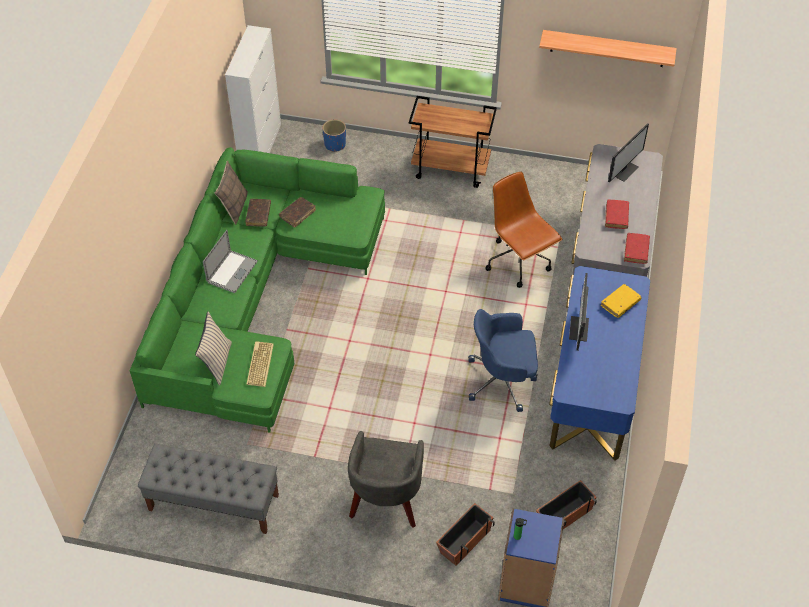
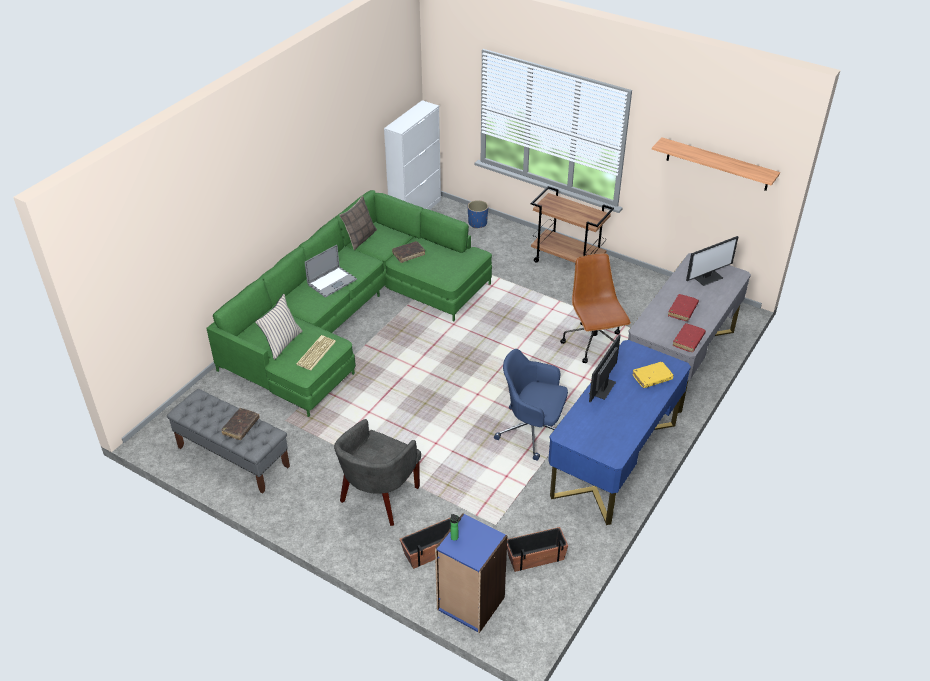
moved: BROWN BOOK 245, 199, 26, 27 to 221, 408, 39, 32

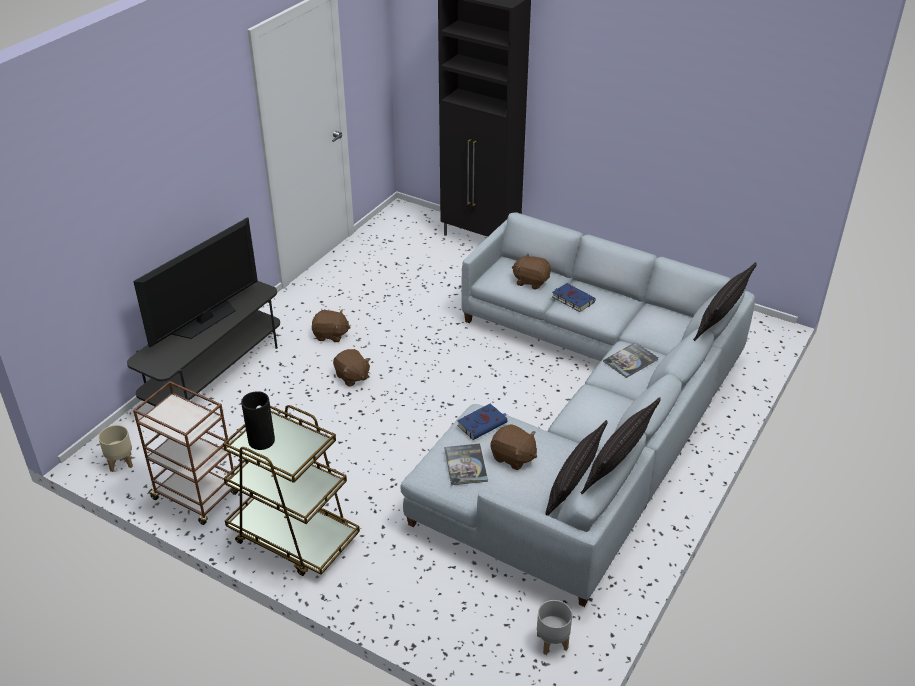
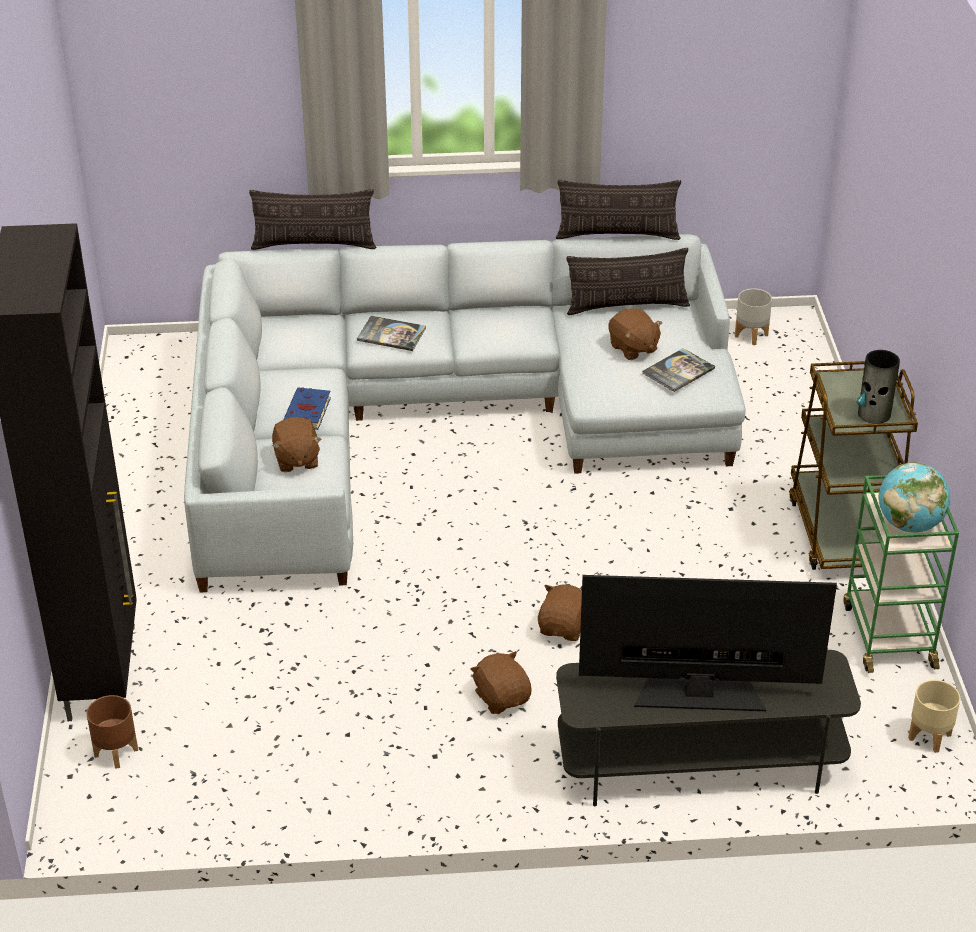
removed: BLUE BOOK 457, 404, 51, 36
added: BROWN PLANTER 87, 695, 51, 74; GLOBE 879, 462, 71, 71
recoloured: BROWN CART 133, 381, 105, 144 to GREEN CART 843, 475, 116, 198
turned: BROWN PLUSH TOY 491, 424, 46, 46 = 608, 308, 55, 52 150 degrees clockwise

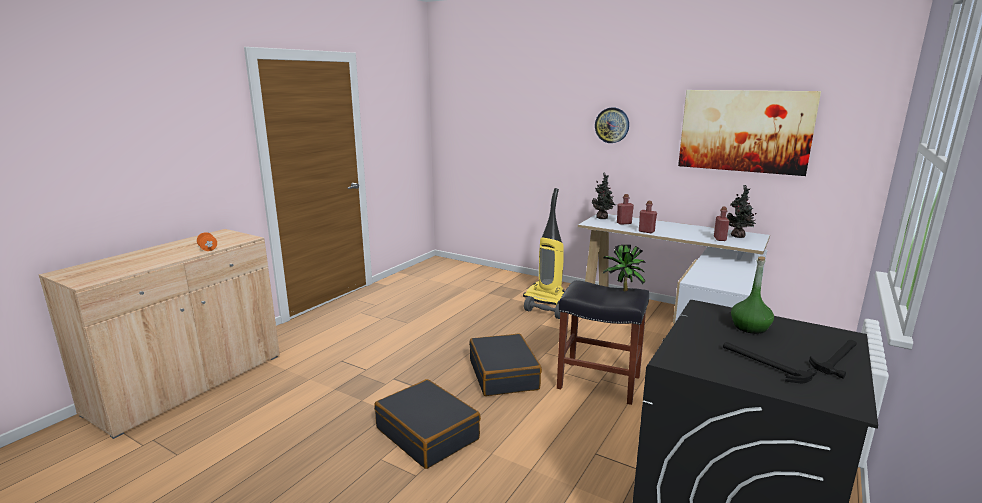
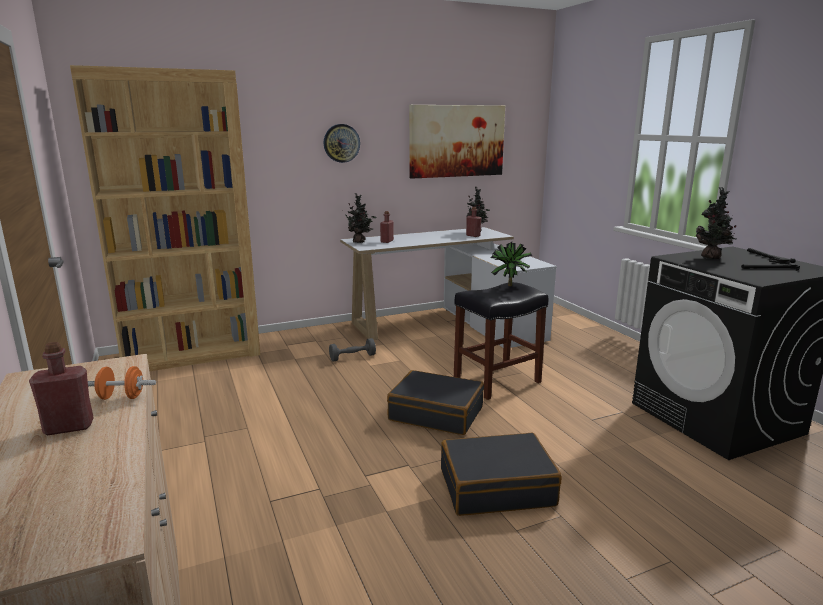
removed: VACUUM CLEANER 523, 188, 42, 117
added: BROWN BOOKCASE 70, 65, 190, 306
moved: RED BOTTLE 639, 201, 18, 32 to 29, 342, 65, 93
replaced: GREEN BOTTLE 731, 256, 43, 78 to POTTED PLANT 696, 187, 40, 72

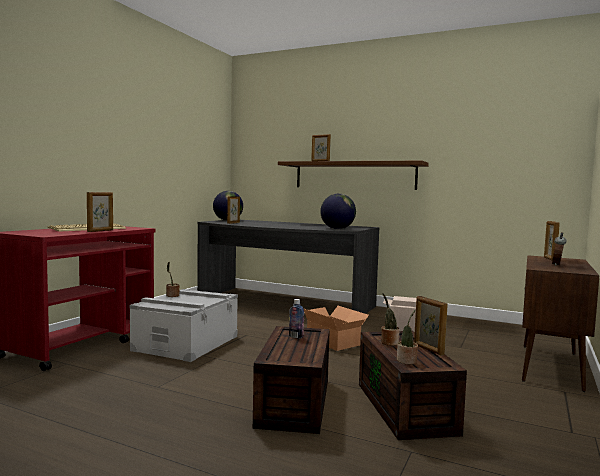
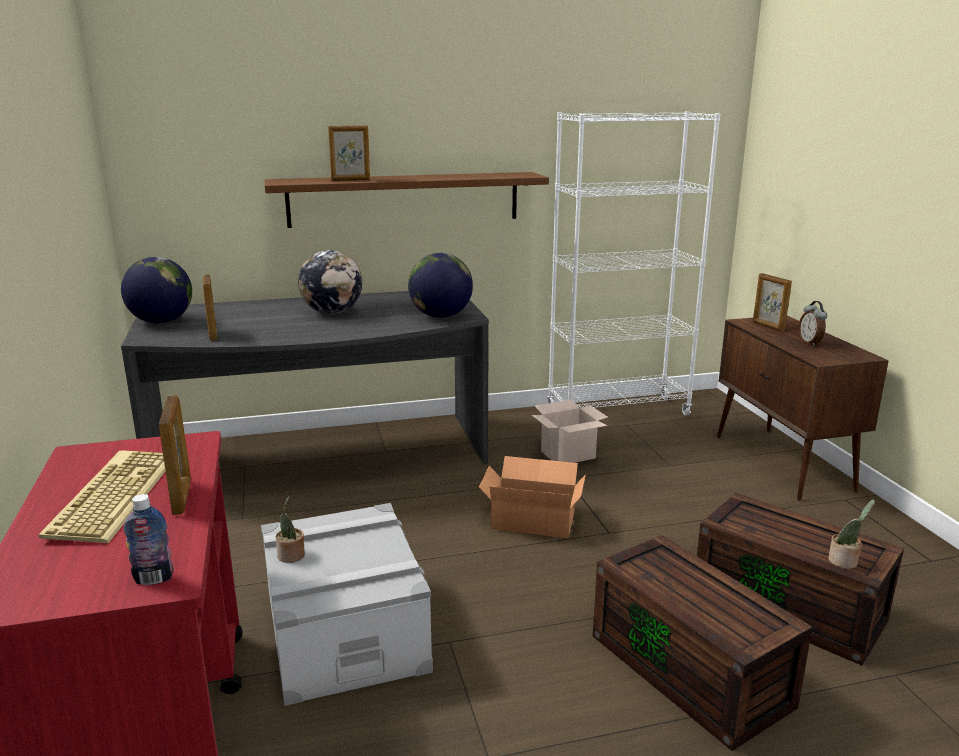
removed: POTTED PLANT 381, 293, 19, 53; PICTURE FRAME 414, 296, 34, 59
added: GLOBE 298, 250, 64, 64; WHITE BOOKCASE 547, 111, 173, 305
moved: BOTTLE 289, 299, 15, 39 to 124, 494, 50, 91

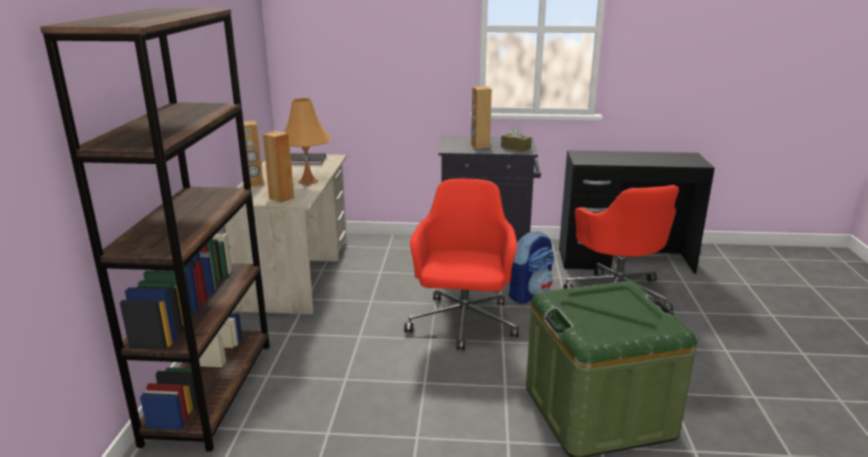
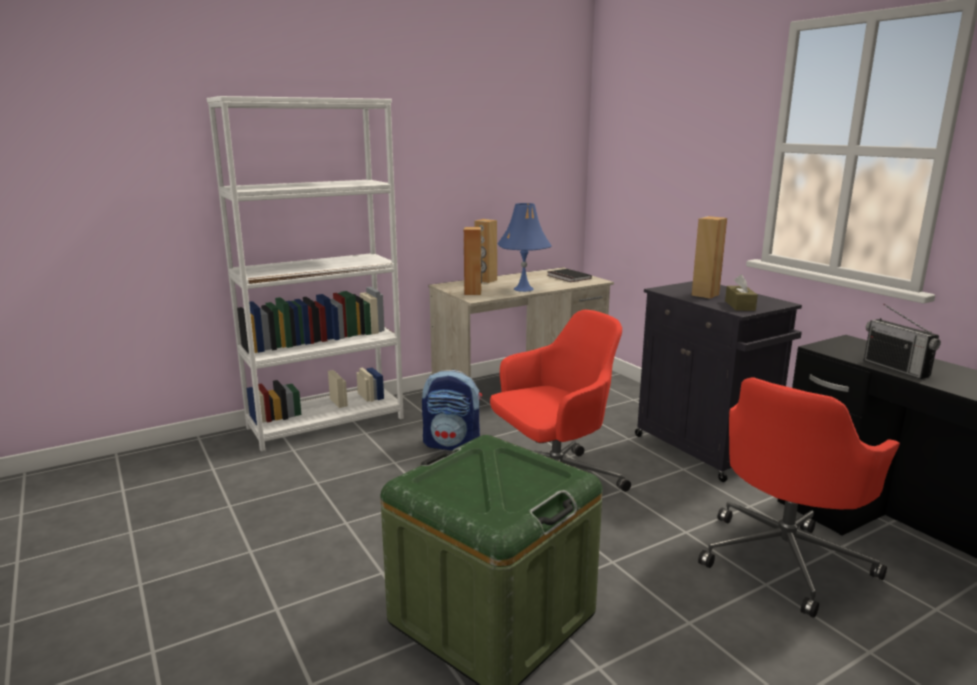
added: RADIO 864, 304, 77, 75
moved: BACKPACK 509, 231, 46, 73 to 422, 370, 60, 80
recoloured: BROWN BOOKCASE 40, 8, 230, 444 to WHITE BOOKCASE 207, 96, 197, 355; ORANGE TABLE LAMP 284, 98, 46, 87 to BLUE TABLE LAMP 497, 203, 55, 89

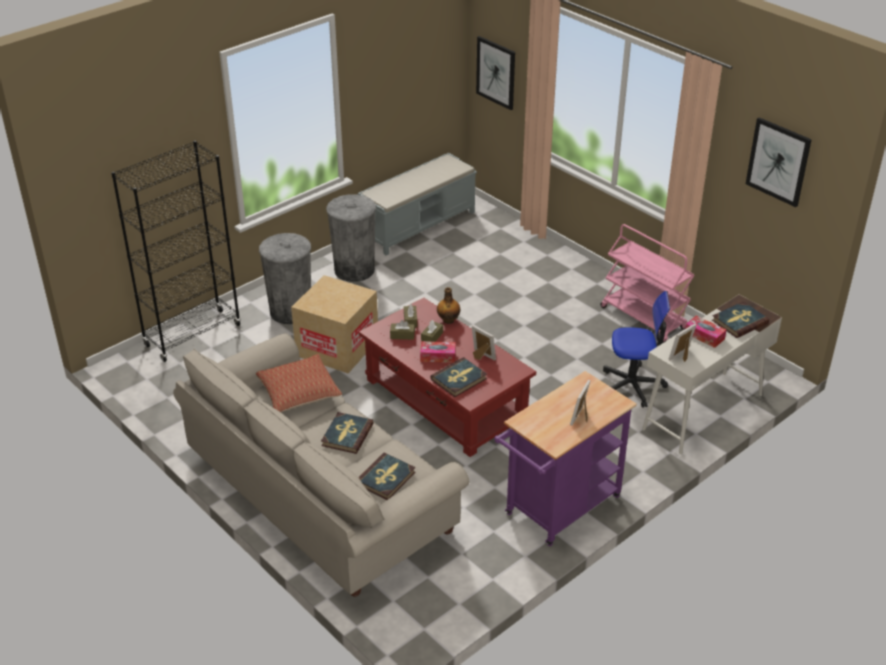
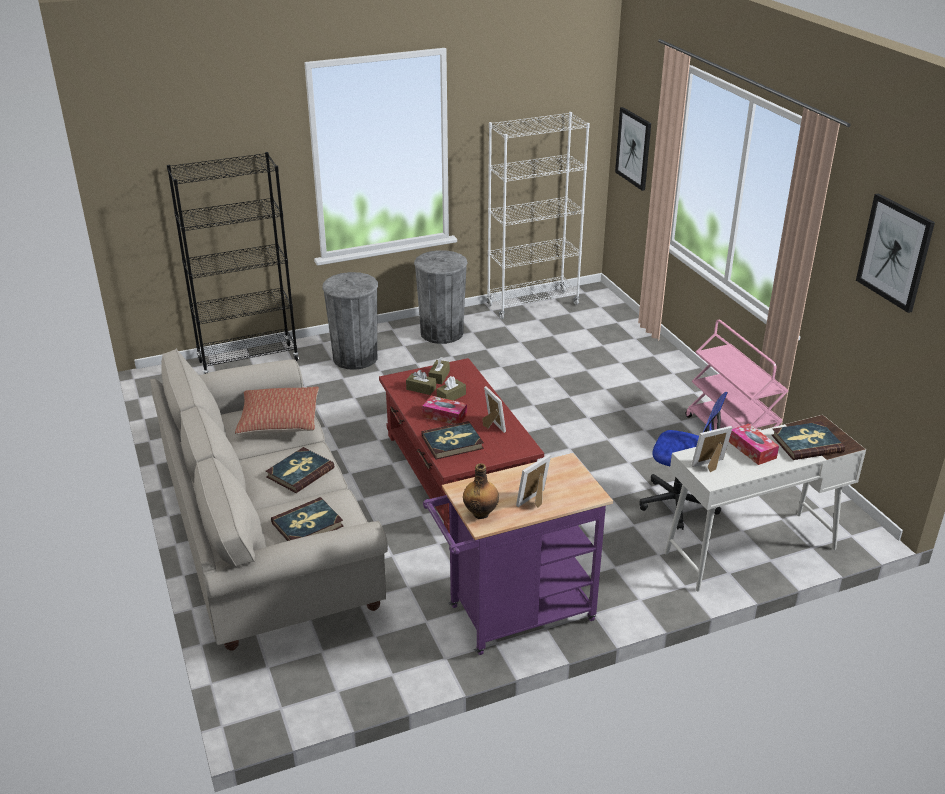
removed: CARDBOARD BOX 291, 275, 87, 98
moved: BOTTLE 437, 287, 23, 37 to 463, 463, 36, 56
replaced: GREY BENCH 358, 153, 119, 103 to WHITE BOOKCASE 487, 112, 103, 207

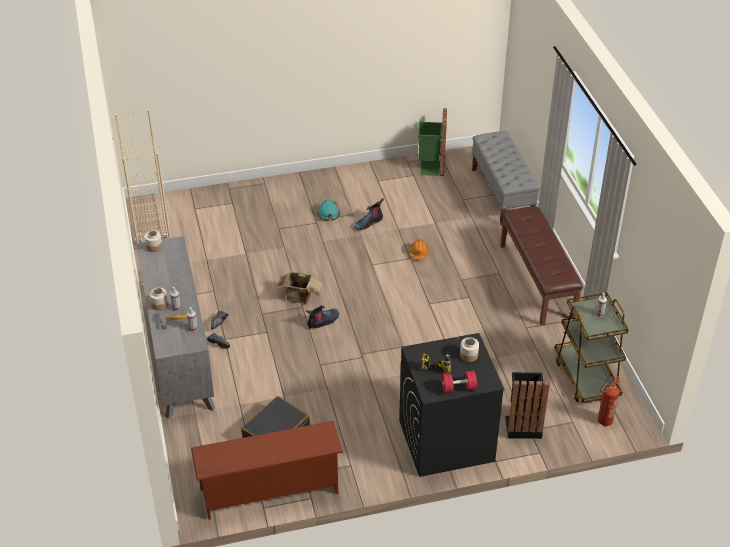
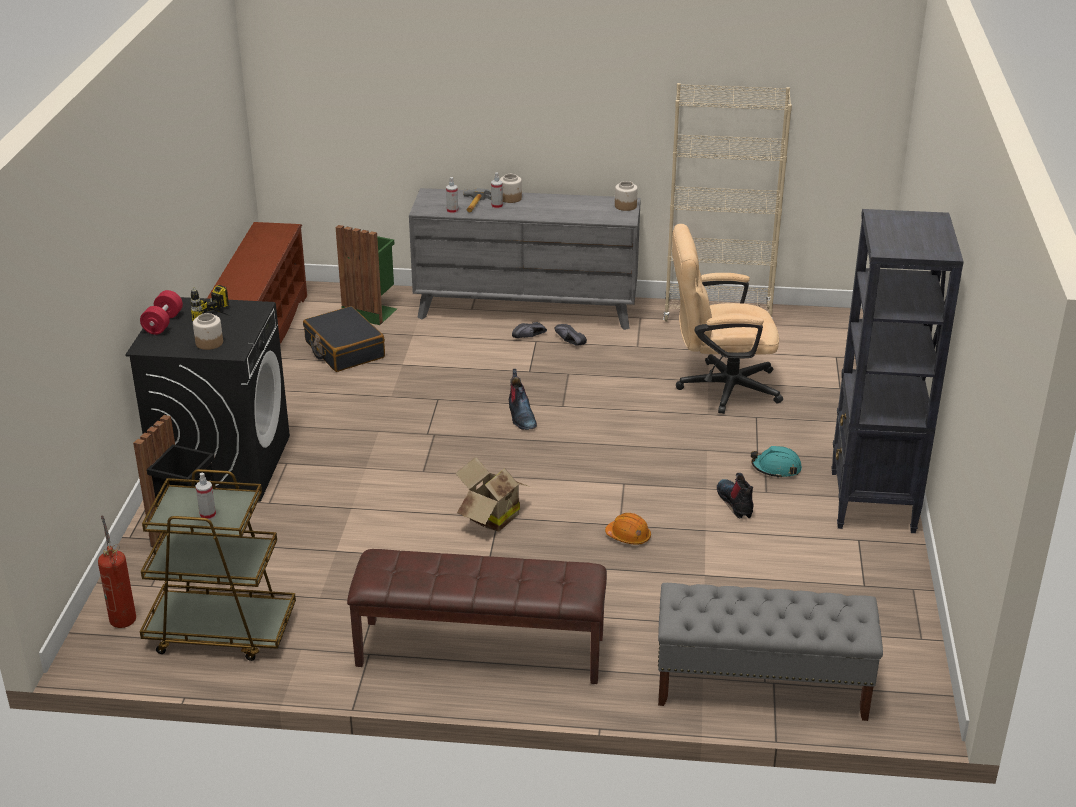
added: BEIGE OFFICE CHAIR 672, 224, 111, 190; BLACK BOOKCASE 831, 209, 133, 324
moved: GREEN TRASH CAN 418, 109, 29, 67 to 336, 225, 61, 100; CARDBOARD BOX 276, 272, 47, 32 to 455, 457, 73, 75

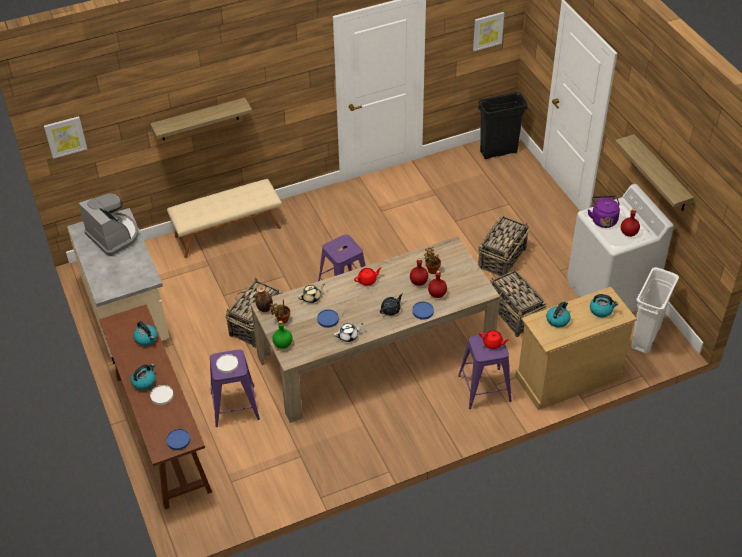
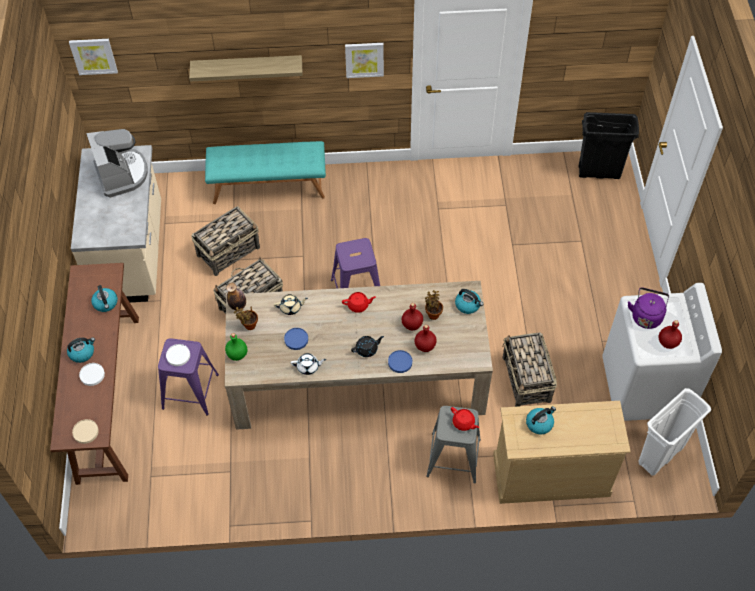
removed: SHELF 615, 134, 79, 77
moved: BASKET 478, 216, 51, 60 to 191, 206, 69, 70; PICTURE 473, 12, 31, 39 to 345, 43, 39, 35; KETTLE 590, 294, 28, 23 to 455, 289, 28, 25
recoloured: BLUE PLATE 166, 429, 24, 21 to BEIGE PLATE 72, 419, 27, 25; BEIGE BENCH 167, 179, 115, 79 to TURQUOISE BENCH 205, 141, 121, 63; PURPLE STOOL 458, 332, 54, 77 to GREY STOOL 426, 406, 55, 78

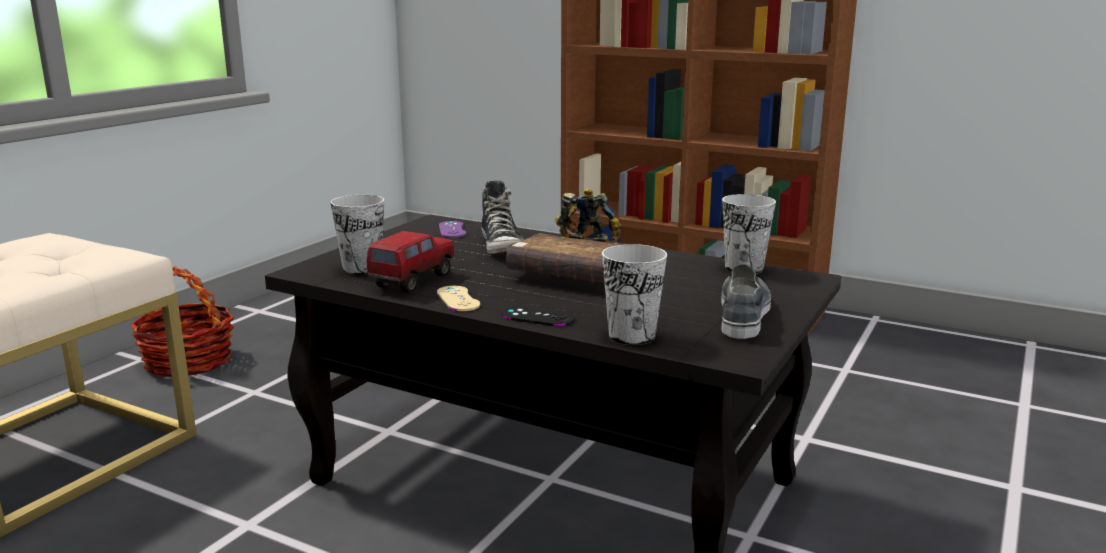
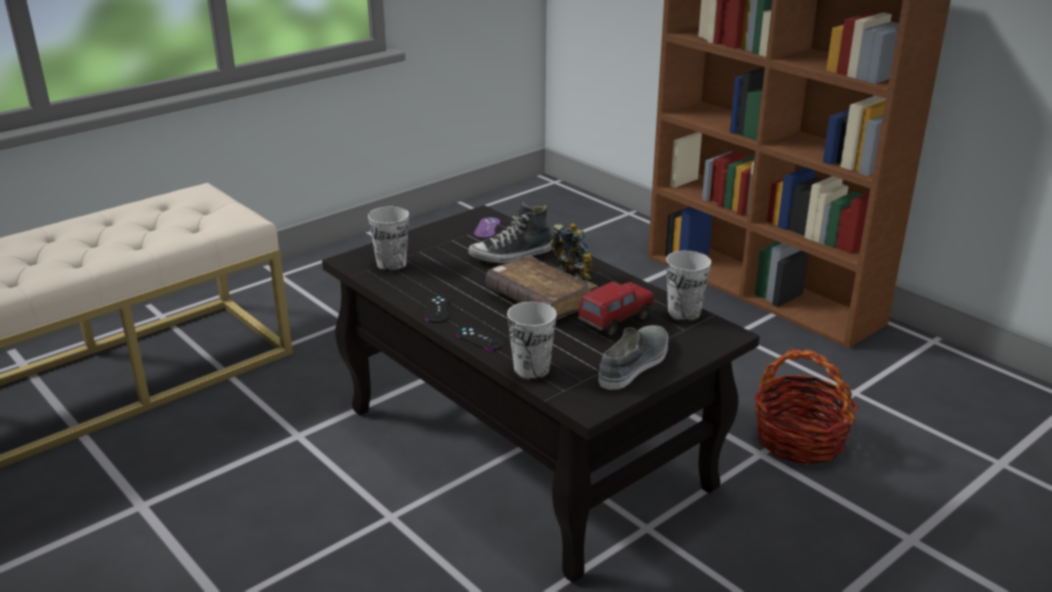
moved: TOY TRUCK 366, 231, 88, 62 to 578, 281, 76, 56; BASKET 131, 266, 103, 111 to 754, 349, 104, 116
recoloured: BEIGE GAME CONTROLLER 437, 286, 43, 25 to BLACK GAME CONTROLLER 425, 295, 25, 28
turned: SHOE 481, 180, 42, 74 = 468, 202, 84, 61 60 degrees clockwise

